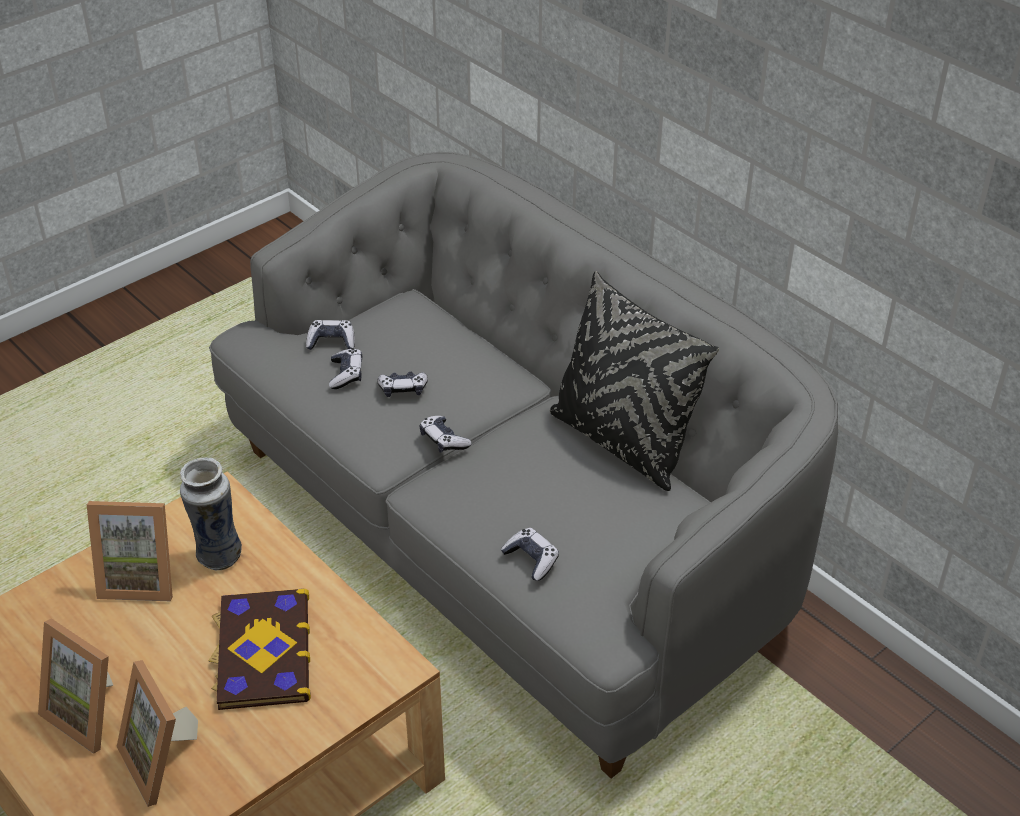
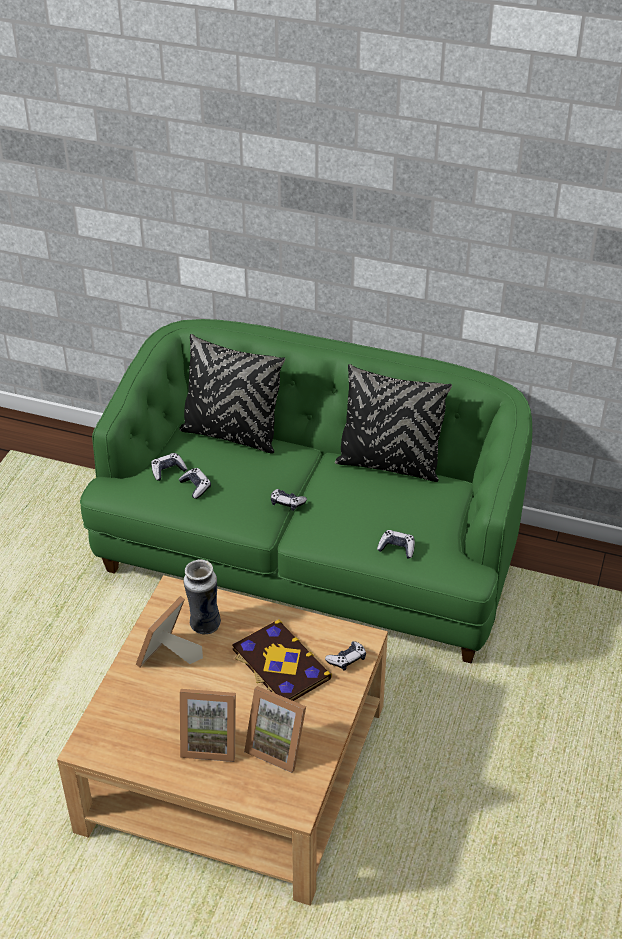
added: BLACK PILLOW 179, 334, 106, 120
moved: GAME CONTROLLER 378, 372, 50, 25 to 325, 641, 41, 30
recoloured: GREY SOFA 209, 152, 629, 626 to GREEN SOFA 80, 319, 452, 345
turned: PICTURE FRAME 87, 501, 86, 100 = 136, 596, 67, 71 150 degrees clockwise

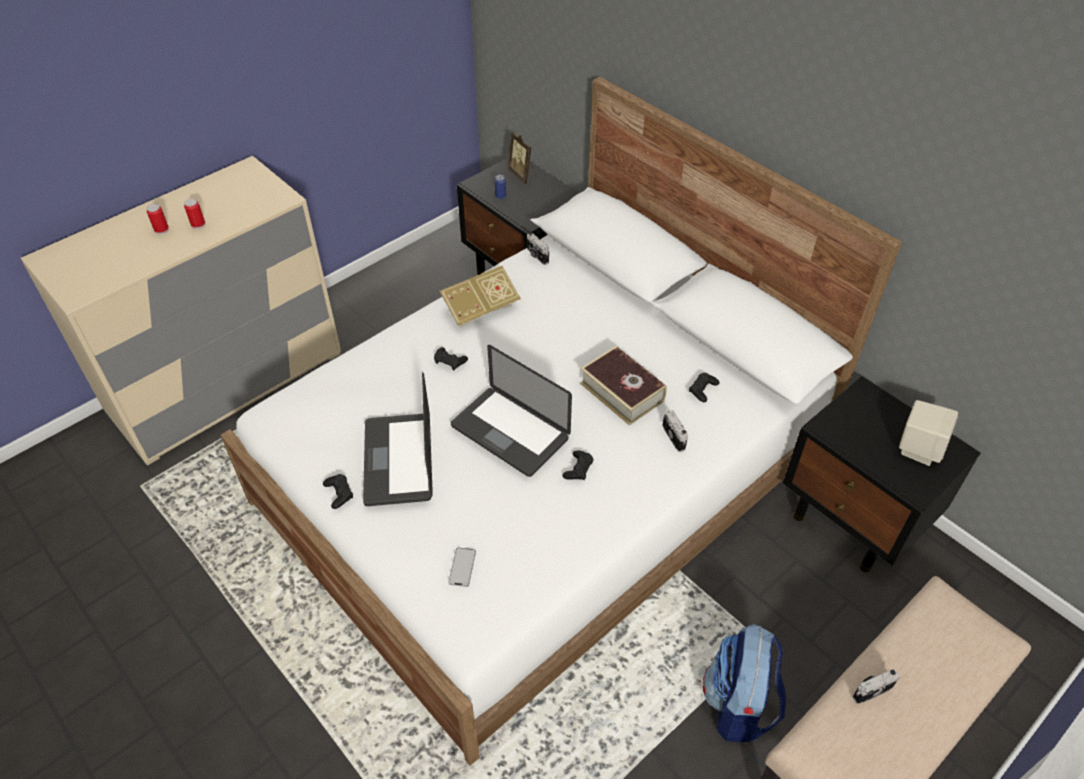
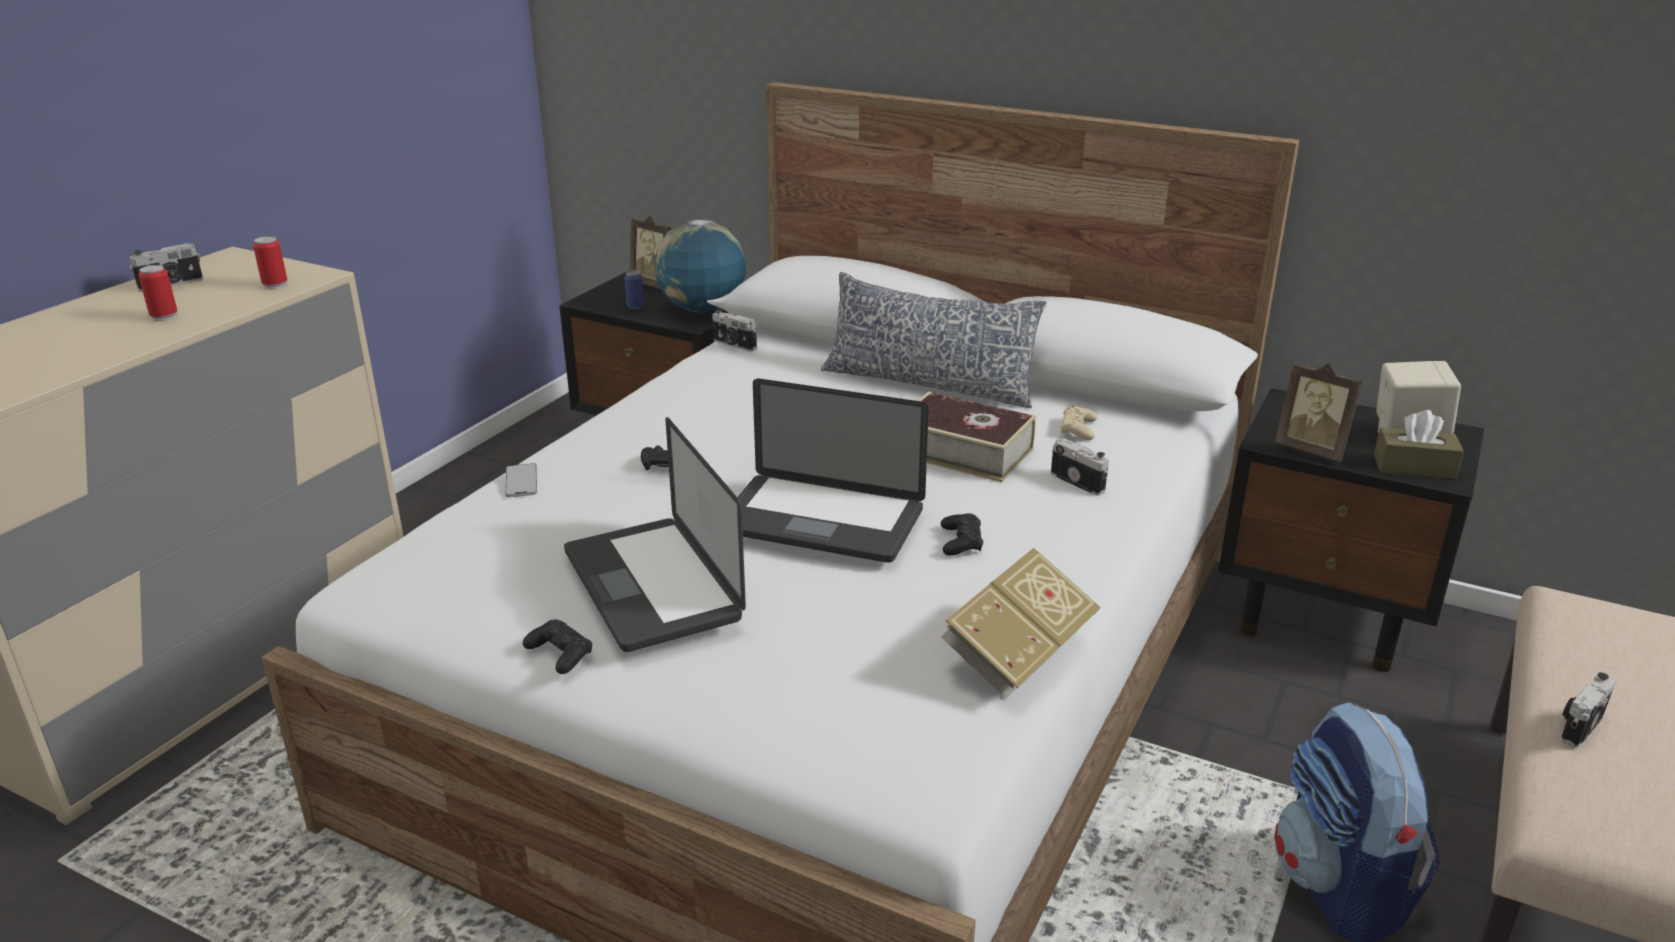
added: PHOTO CAMERA 129, 243, 74, 49; GLOBE 654, 220, 92, 92; PILLOW 821, 272, 226, 136; PICTURE FRAME 1275, 363, 88, 99; BROWN TISSUE BOX 1374, 410, 90, 69
moved: CAN 147, 204, 22, 30 to 253, 236, 34, 53; PHONE 448, 548, 28, 39 to 505, 463, 32, 34; BOOK 440, 266, 81, 62 to 941, 548, 160, 151
recoloured: BLACK GAME CONTROLLER 689, 373, 30, 29 to BEIGE GAME CONTROLLER 1061, 406, 36, 34

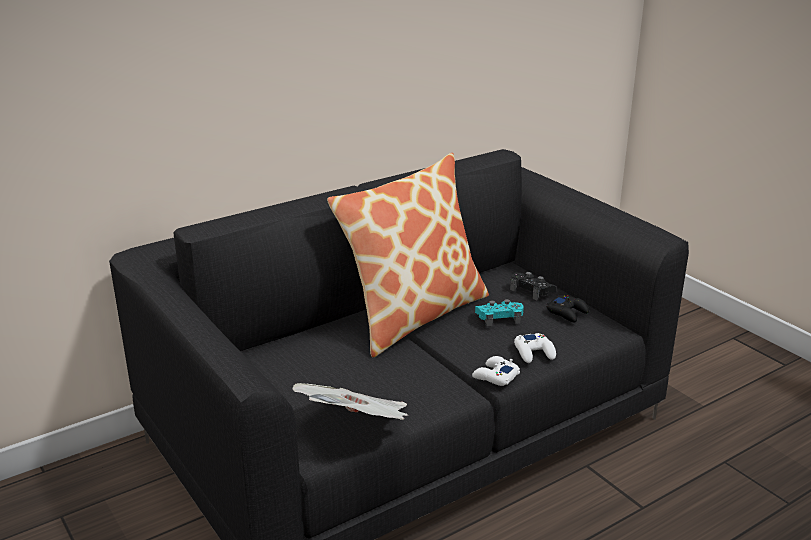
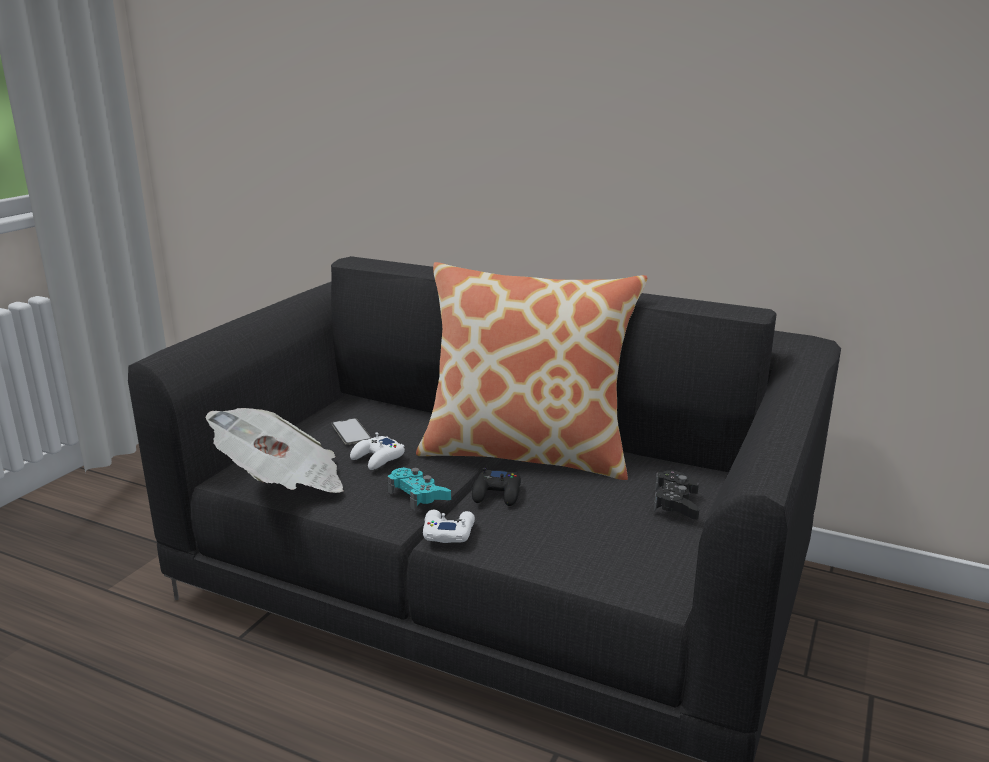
added: PHONE 331, 418, 41, 27
moved: WHITE GAME CONTROLLER 514, 333, 42, 30 to 350, 432, 55, 38; TURQUOISE GAME CONTROLLER 475, 299, 49, 28 to 387, 467, 64, 43; BLACK GAME CONTROLLER 546, 295, 43, 28 to 472, 468, 49, 38

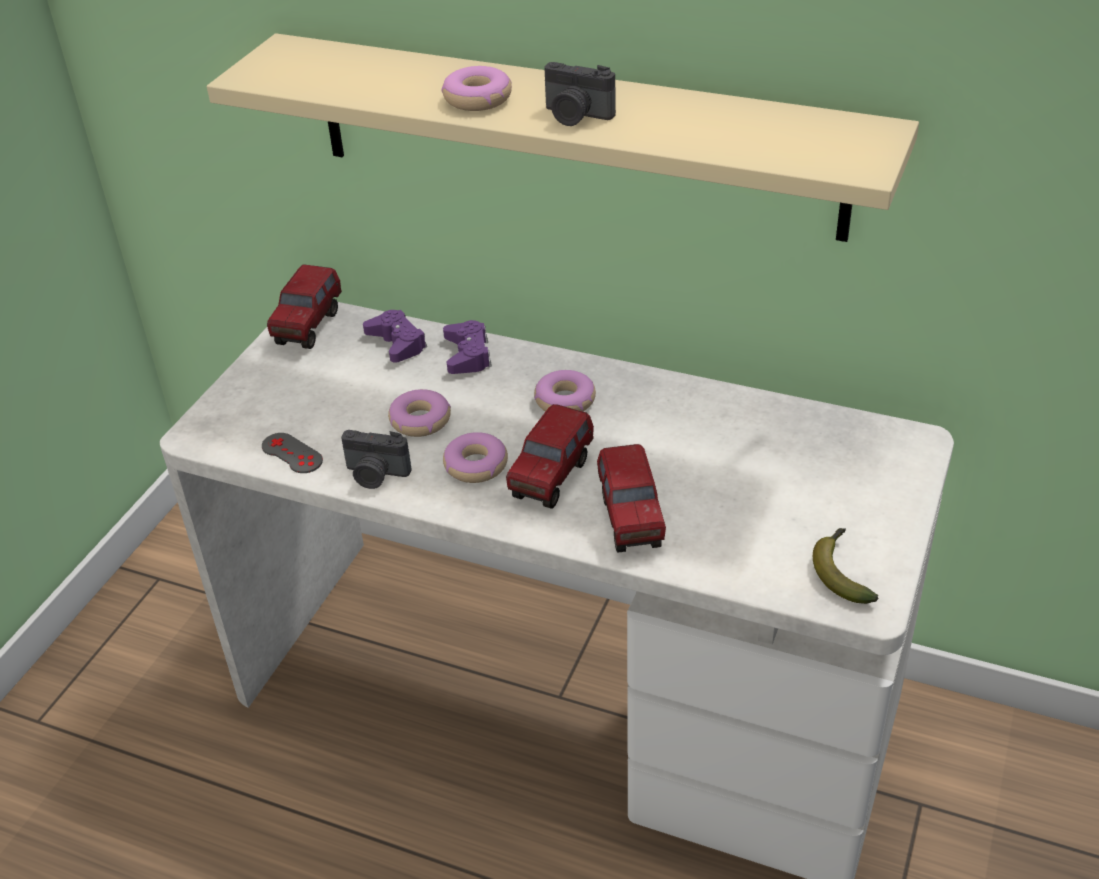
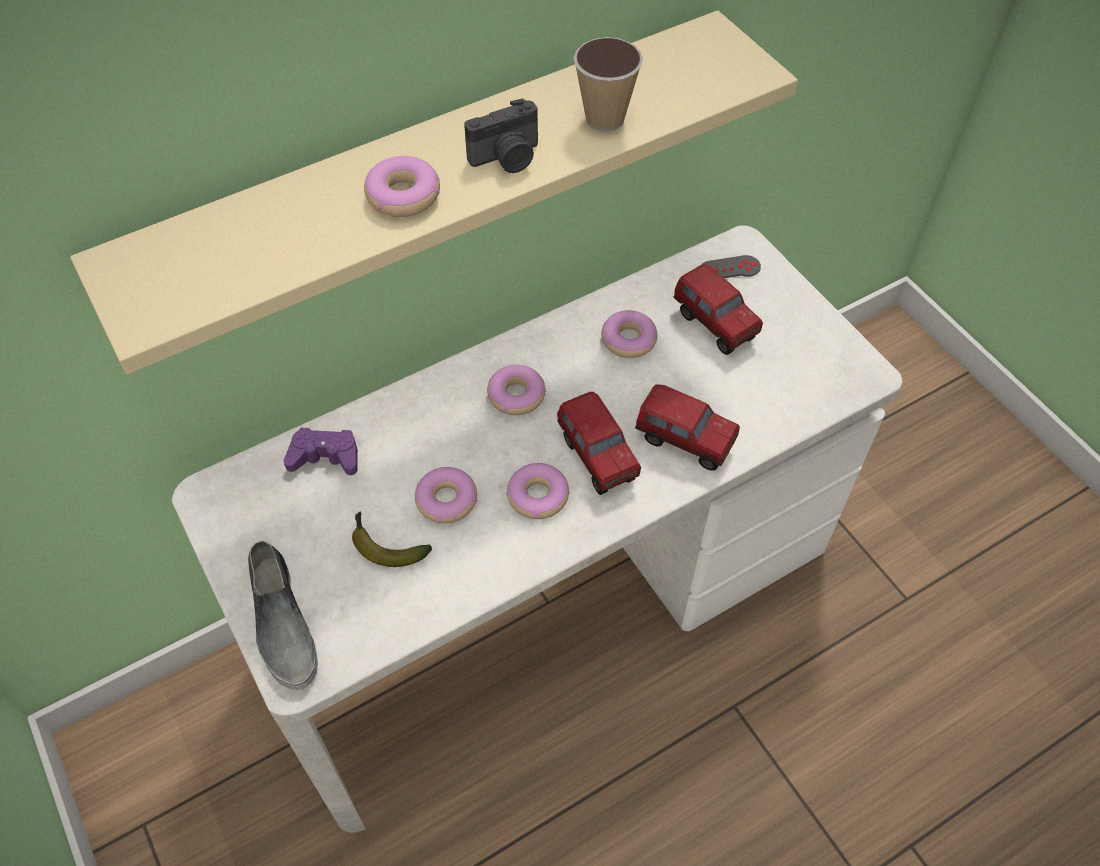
removed: PHOTO CAMERA 341, 430, 70, 59; PURPLE GAME CONTROLLER 443, 320, 49, 54
added: GREY SHOE 248, 541, 70, 149; CUP 573, 37, 70, 95; DONUT 601, 310, 56, 48
moved: BANANA 813, 528, 65, 76 to 352, 512, 80, 55; TOY TRUCK 267, 264, 75, 85 to 674, 264, 89, 91; GREY GAME CONTROLLER 262, 433, 61, 40 to 701, 255, 60, 23

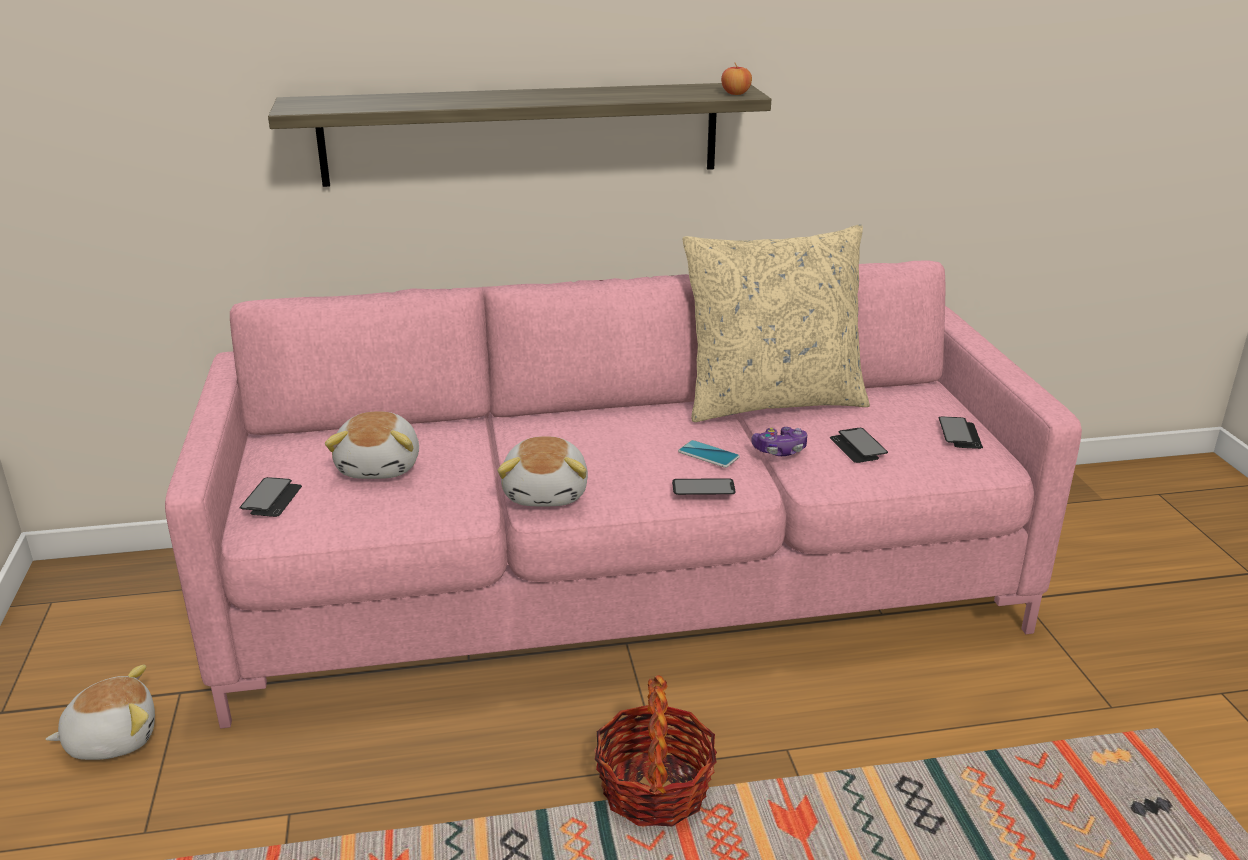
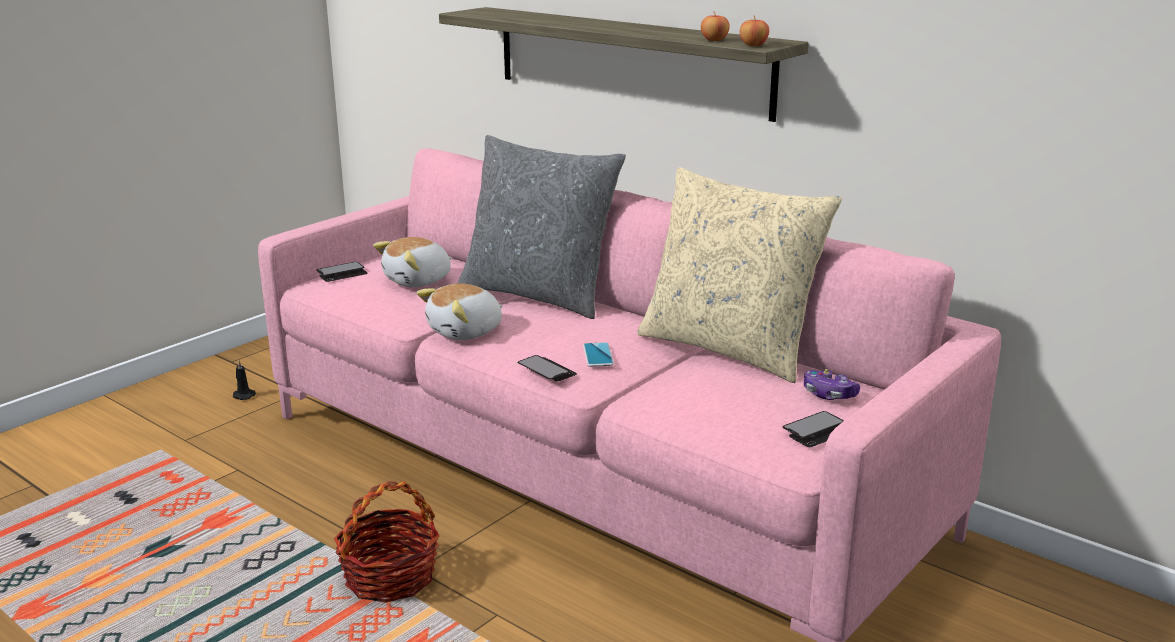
removed: PHONE 830, 428, 58, 35
added: GREY PILLOW 458, 135, 168, 184; APPLE 701, 11, 29, 30
moved: GAME CONTROLLER 752, 427, 55, 29 to 804, 369, 56, 31
replaced: PLUSH TOY 46, 665, 109, 95 to BLACK CANDLE 233, 360, 23, 40

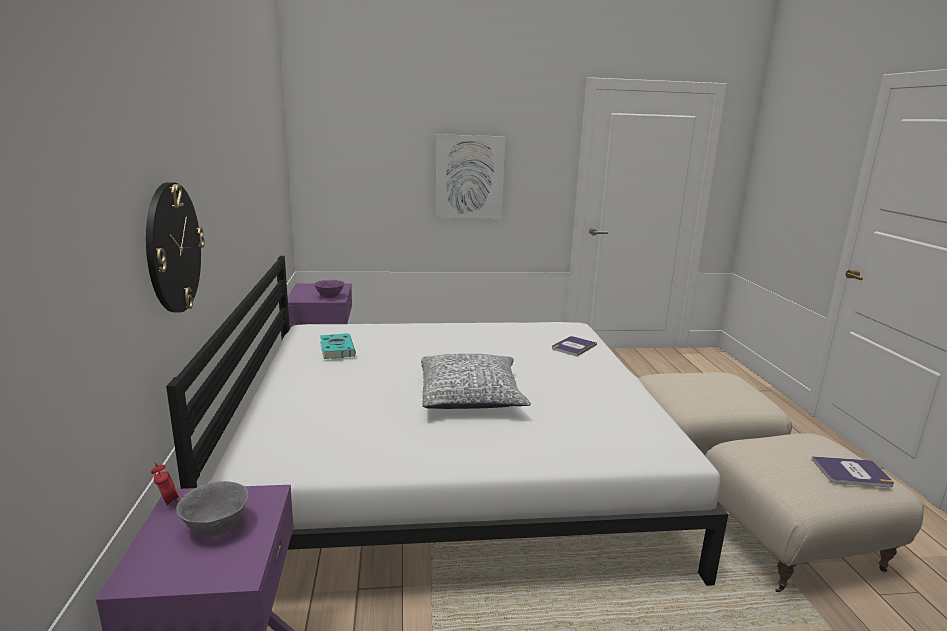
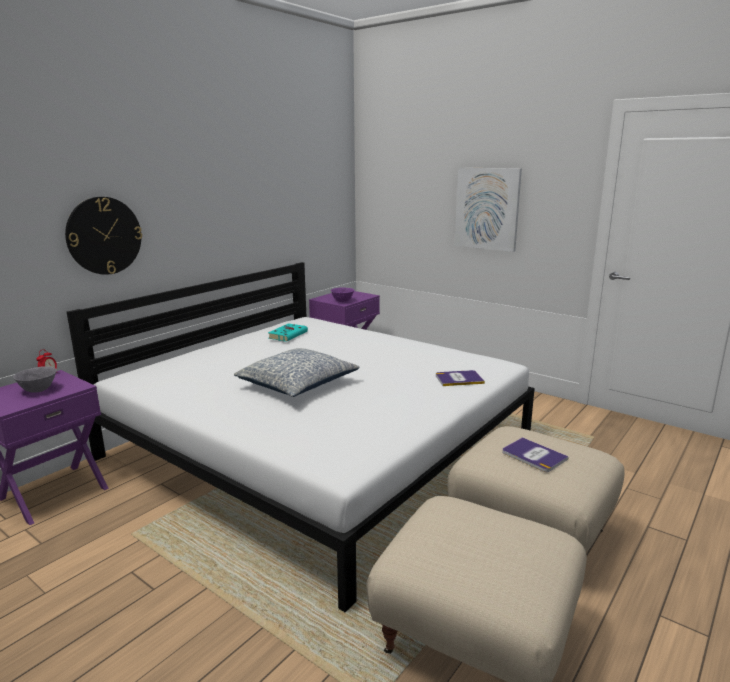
moved: BOOK 812, 456, 82, 31 to 502, 437, 67, 35

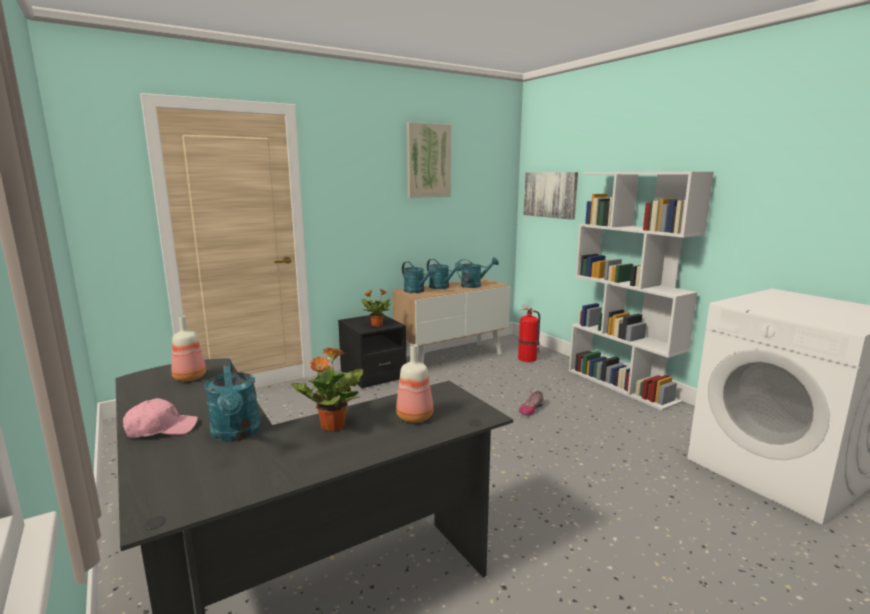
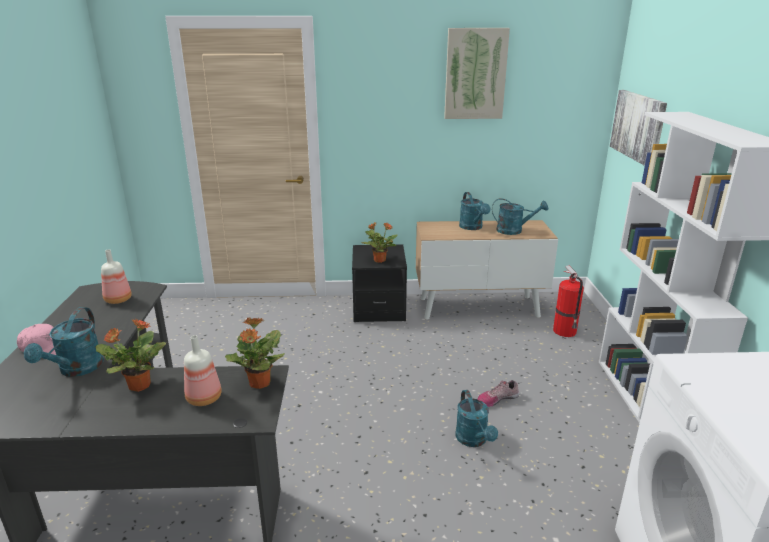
added: POTTED PLANT 225, 317, 60, 72
moved: TURQUOISE WATERING CAN 402, 262, 35, 31 to 455, 390, 43, 57

